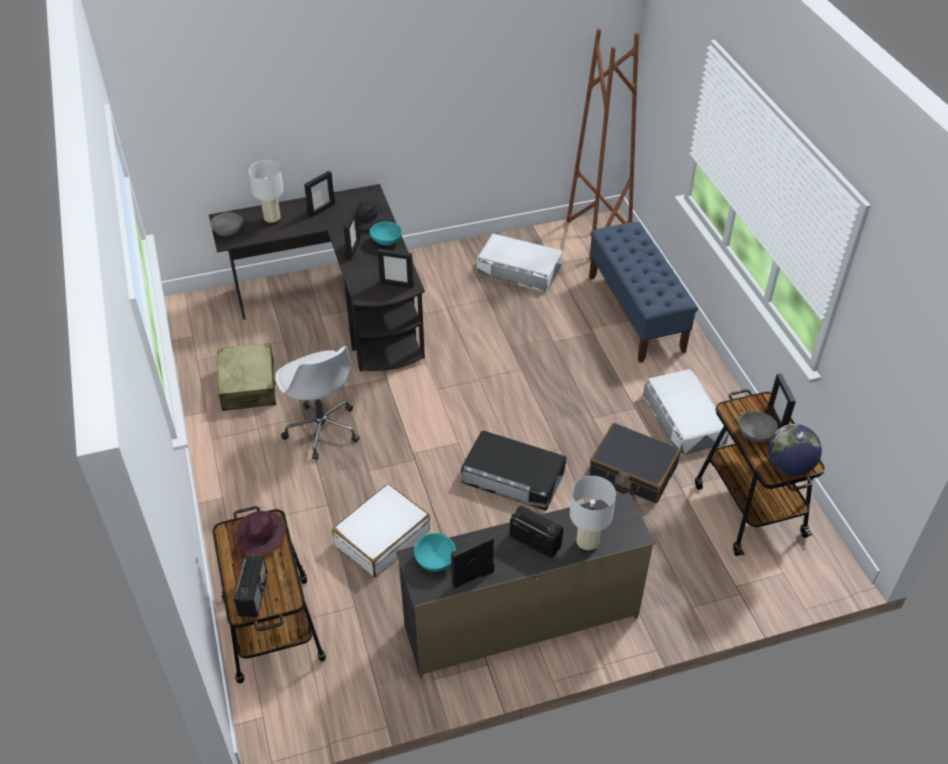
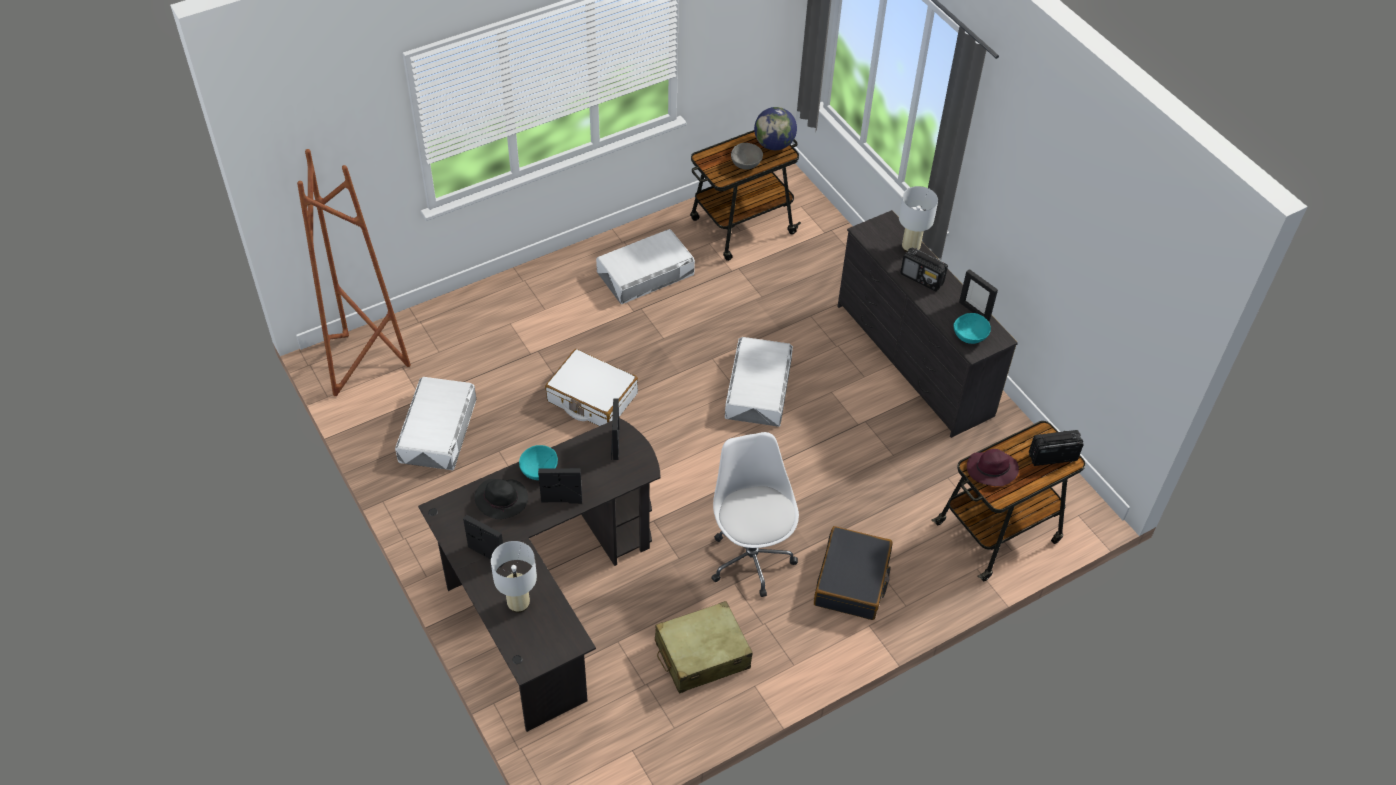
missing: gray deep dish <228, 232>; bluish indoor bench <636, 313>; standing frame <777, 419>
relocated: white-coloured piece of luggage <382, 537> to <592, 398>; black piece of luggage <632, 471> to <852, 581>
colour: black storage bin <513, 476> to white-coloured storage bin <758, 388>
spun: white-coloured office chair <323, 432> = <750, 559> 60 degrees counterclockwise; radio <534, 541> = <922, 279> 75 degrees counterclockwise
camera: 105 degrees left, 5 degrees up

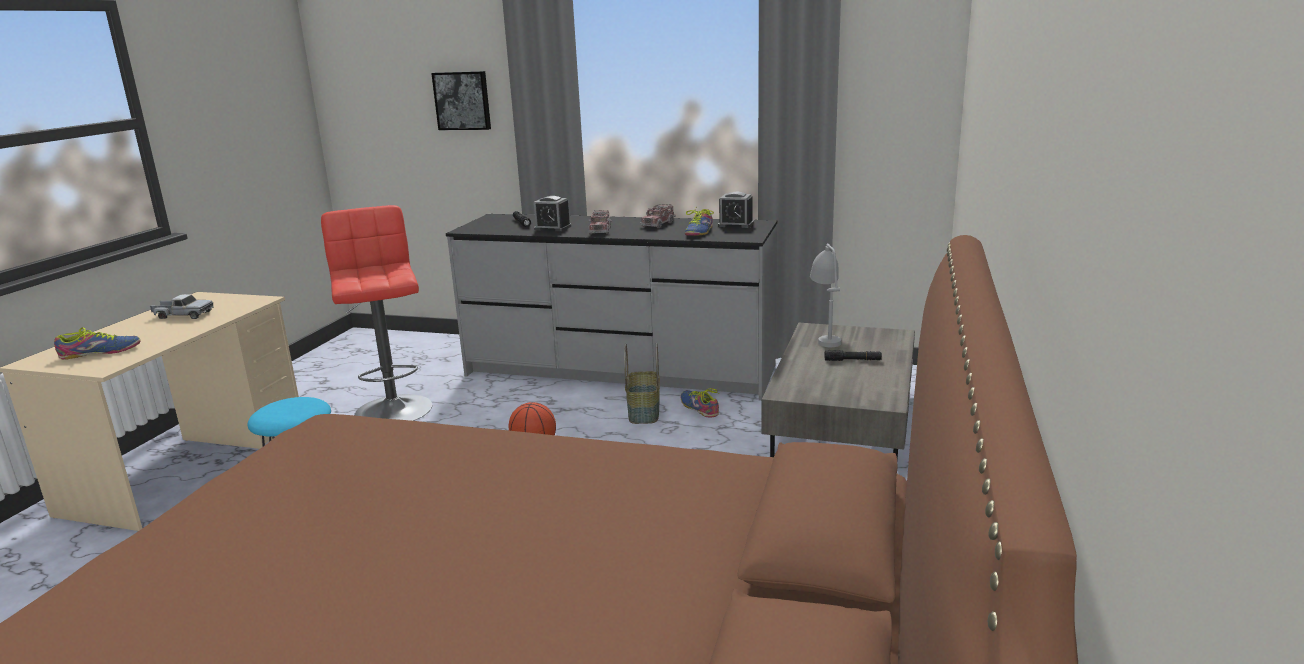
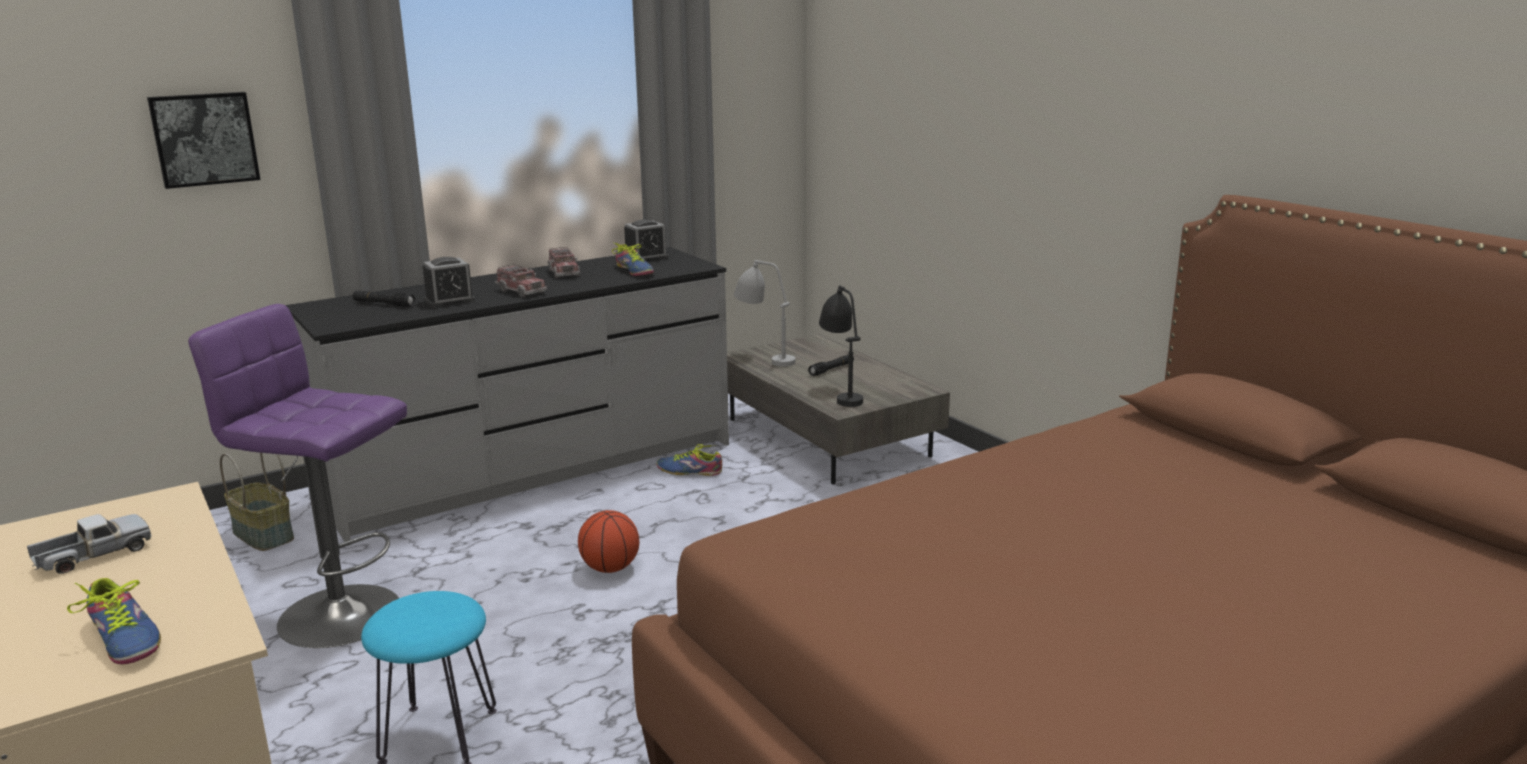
appeared: black tabletop lamp <840, 392>
relocated: basket <643, 412> to <262, 535>
colour: red sitting stool <394, 410> to purple-coloured sitting stool <339, 615>
spun: low shoe <100, 352> = <125, 638> 120 degrees clockwise
camera: 50 degrees left, 0 degrees up

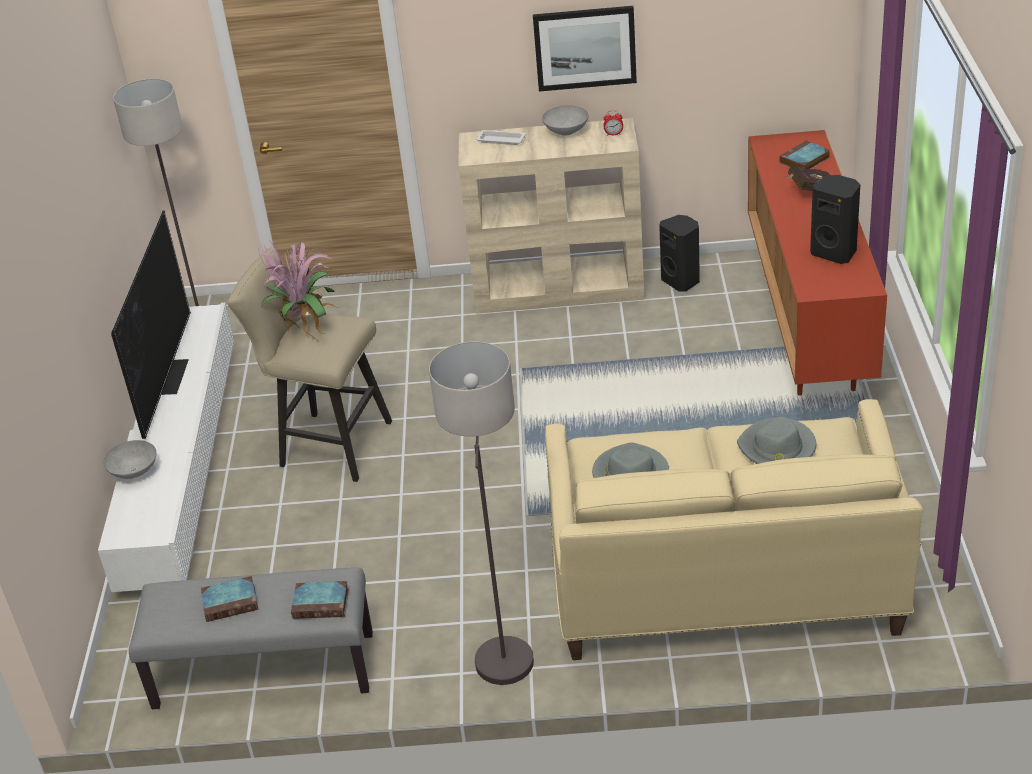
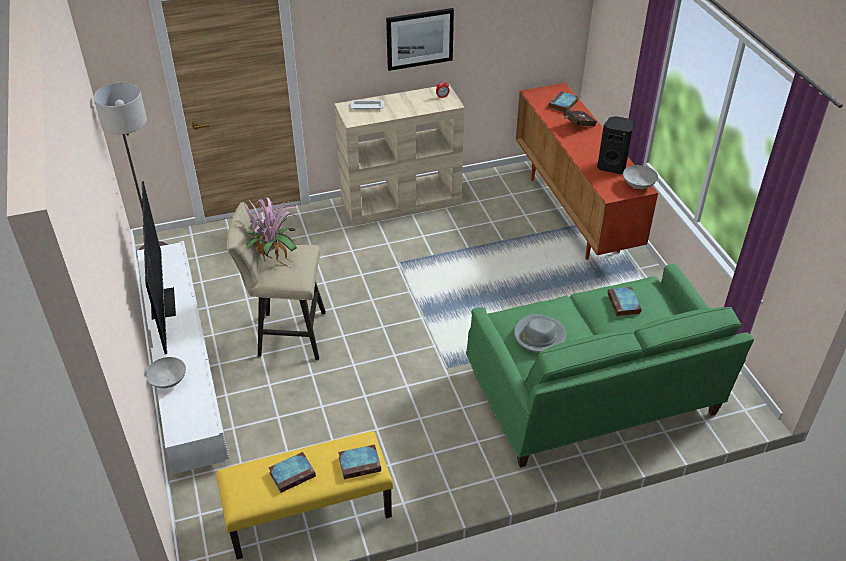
missing: gray standing lamp <504, 649>; black audio speaker <681, 281>
relocated: gray deep dish <566, 132> to <638, 186>
exchanged: gray hat <777, 448> to book <624, 304>
colour: gray indoor bench <263, 672> to yellowish indoor bench <308, 515>; beige-coloured settee <724, 580> to green settee <593, 394>
camera: 20 degrees left, 5 degrees up

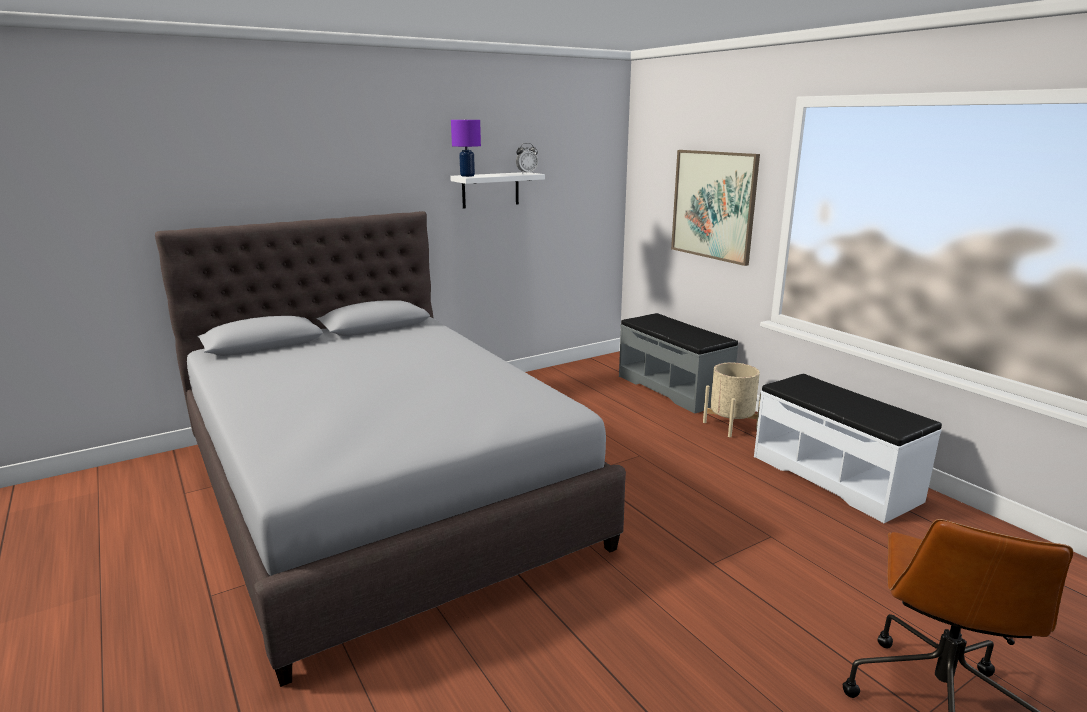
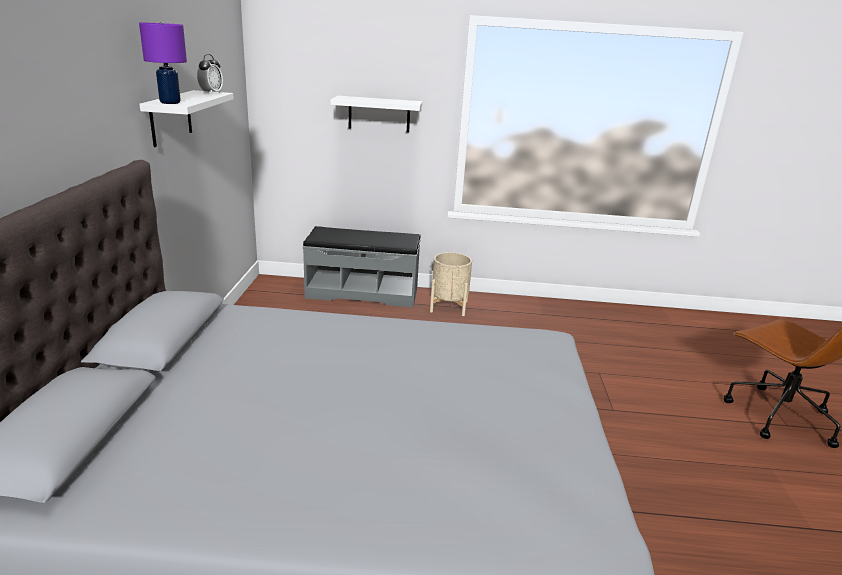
missing: white-coloured indoor bench <834, 477>
exchanged: wall art <713, 205> to white-coloured shelf <379, 114>
camera: 55 degrees left, 5 degrees up

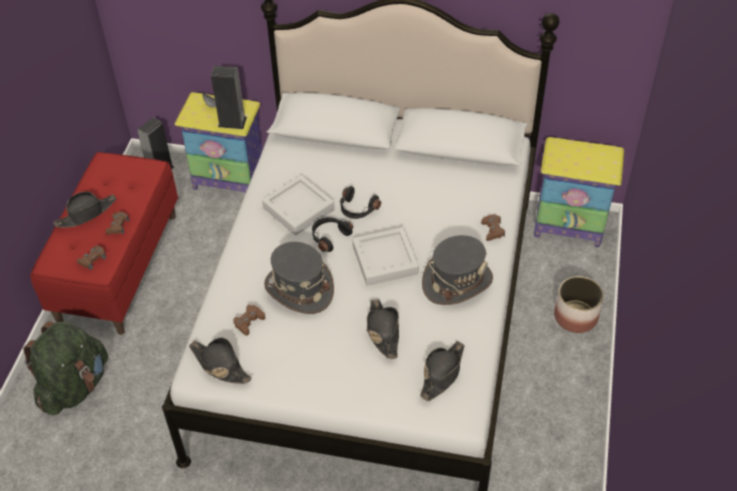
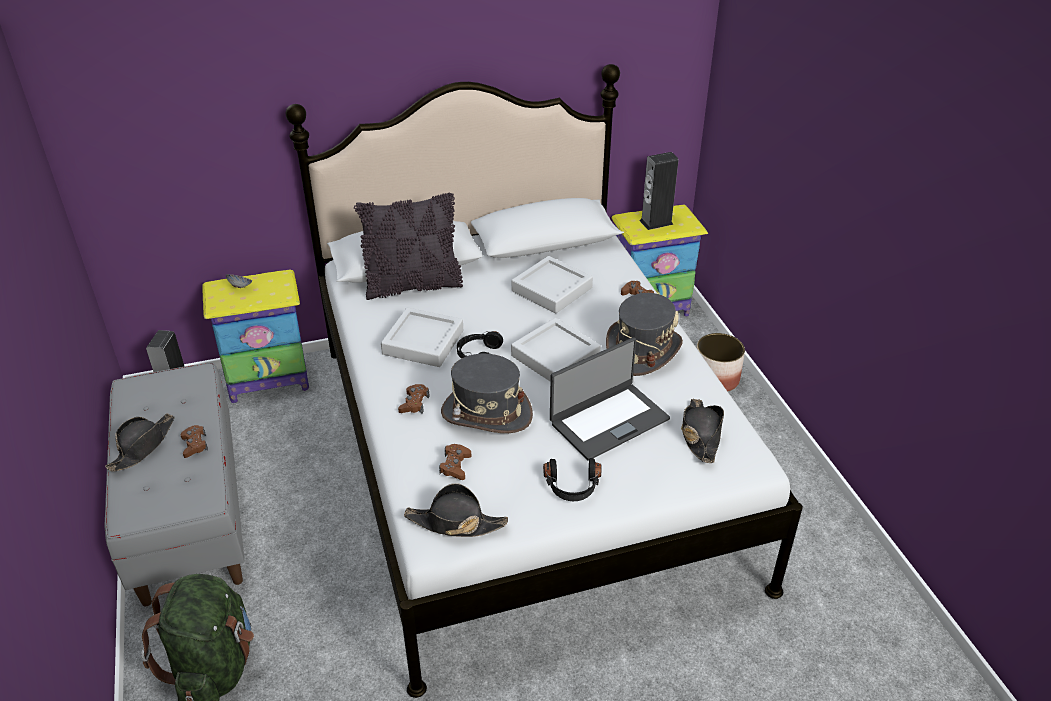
appeared: black pillow <413, 285>; gray serving tray <552, 289>
relocated: brown gamepad <92, 259> to <414, 403>; audio speaker <232, 122> to <656, 222>; black pair of headphones <357, 209> to <572, 487>
exchanged: black hat <383, 332> to notebook computer <608, 420>
colour: red indoor bench <118, 267> to gray indoor bench <188, 513>
camera: 30 degrees left, 10 degrees down

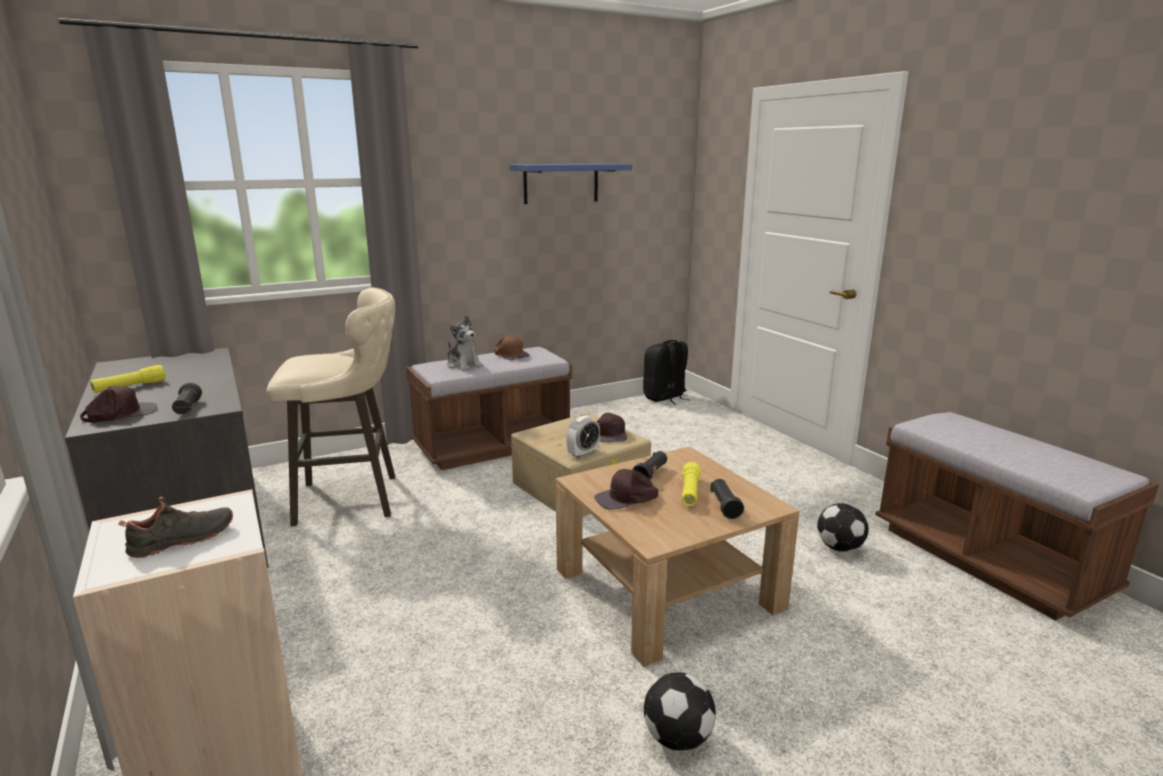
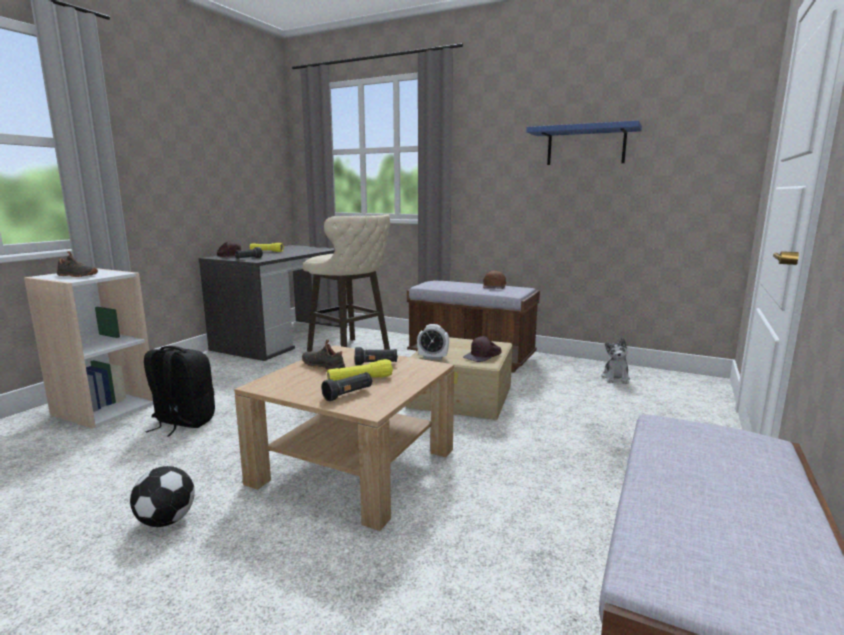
missing: ball for football <840, 548>
relocated: cuddly toy <463, 365> to <615, 378>; black rucksack <665, 397> to <182, 422>
exchanged: brown cap <627, 498> to black low shoe <324, 366>
camera: 55 degrees right, 5 degrees down

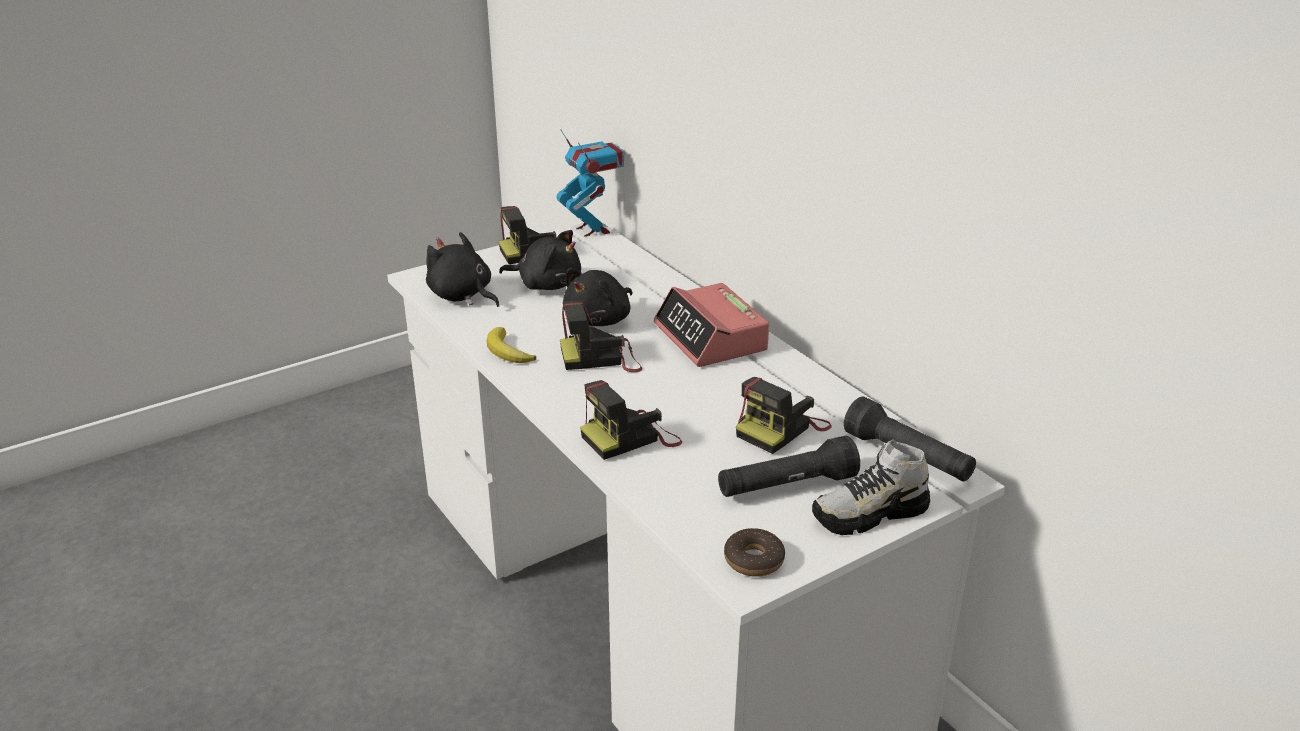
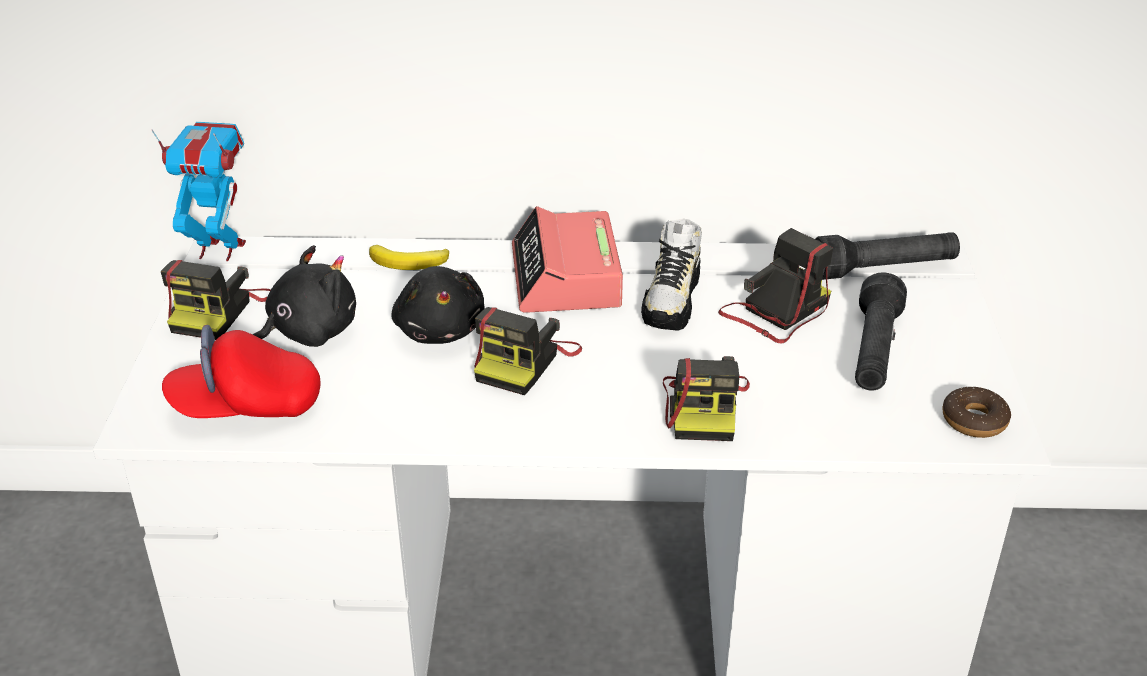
relocated: banana <507, 351> to <410, 263>; low shoe <870, 514> to <672, 301>
exchanged: black cuddly toy <462, 296> to red cap <246, 406>
spun: table clock <710, 338> = <566, 278> 75 degrees clockwise; still camera <781, 429> = <776, 312> 120 degrees counterclockwise
camera: 55 degrees left, 5 degrees up

